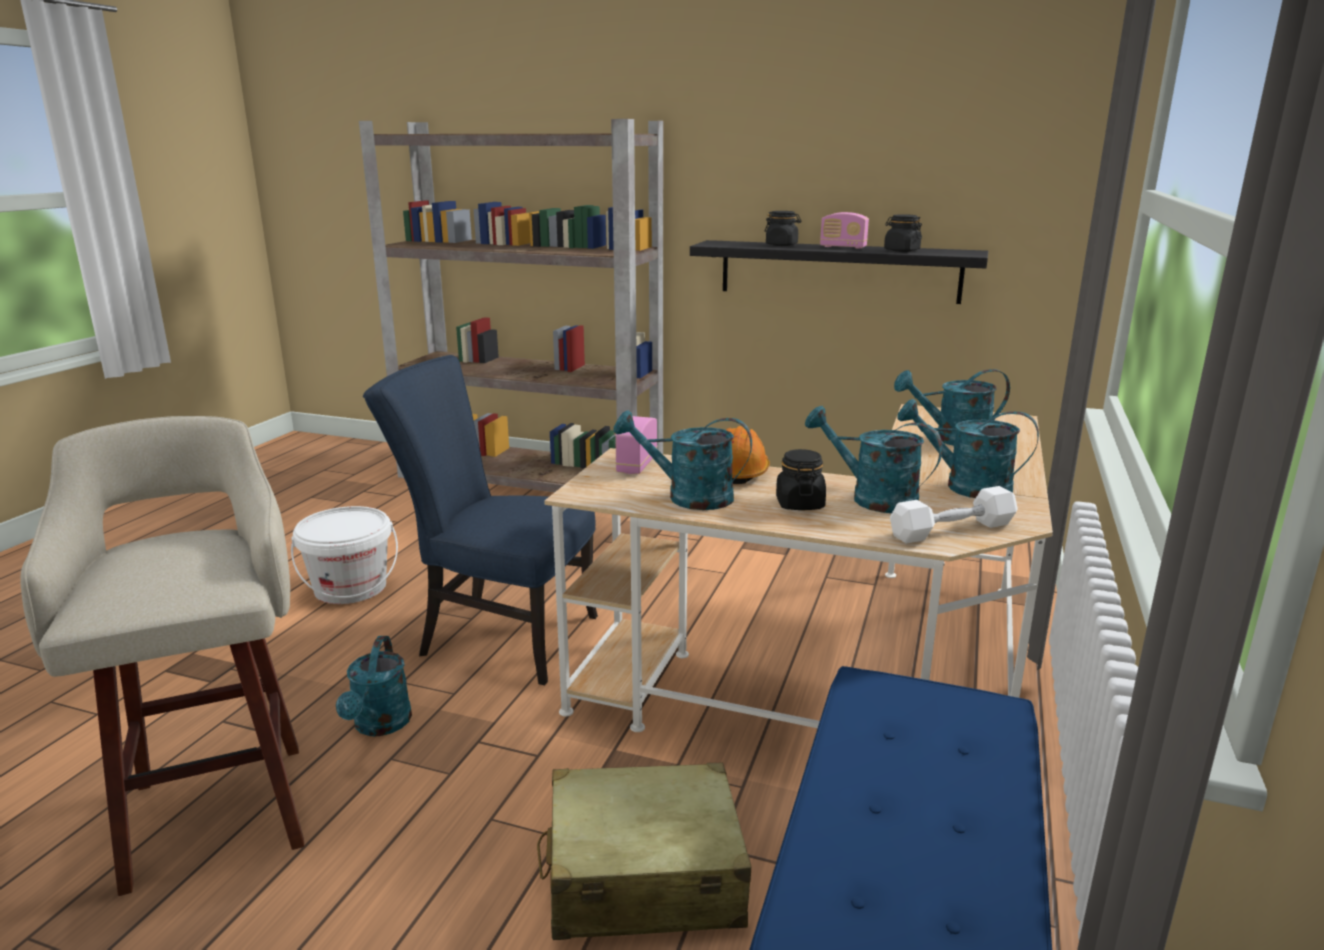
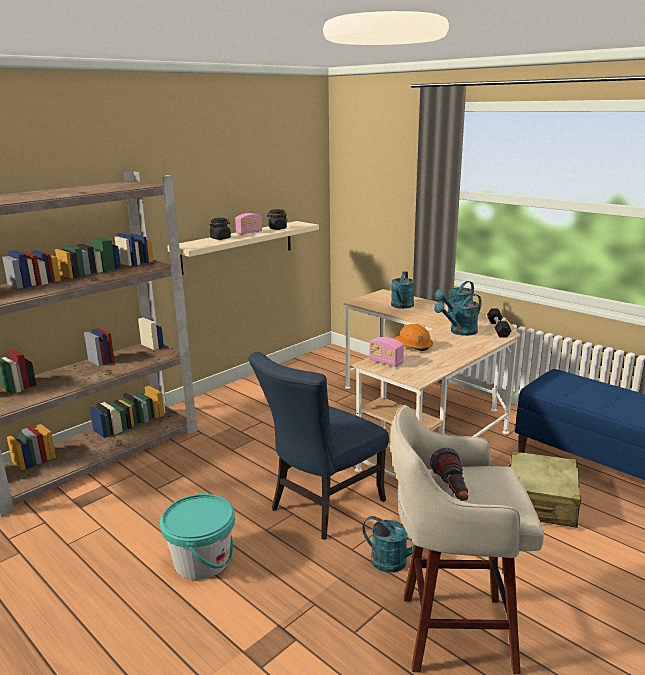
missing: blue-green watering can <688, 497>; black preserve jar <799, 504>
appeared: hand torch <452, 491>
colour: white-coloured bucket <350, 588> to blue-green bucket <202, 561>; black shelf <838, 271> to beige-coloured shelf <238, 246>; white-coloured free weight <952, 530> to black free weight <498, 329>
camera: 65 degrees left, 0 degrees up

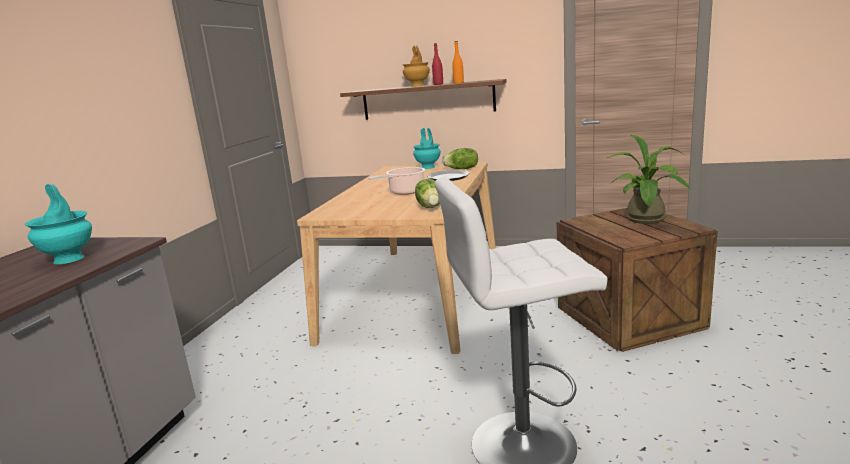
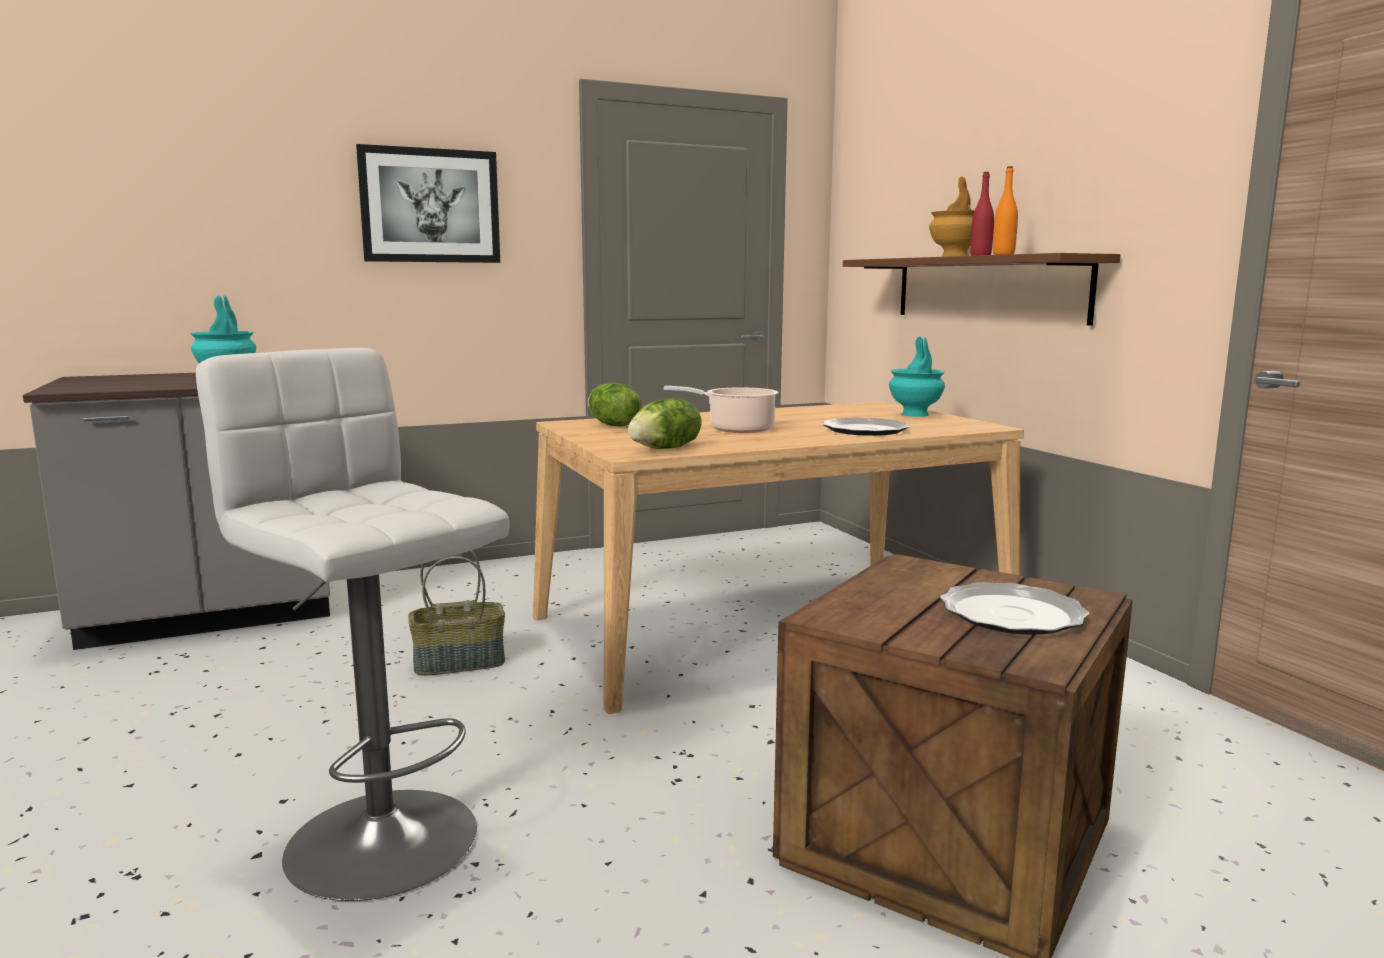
appeared: wall art <430, 206>; basket <460, 662>
relocated: head of lettuce <462, 169> to <612, 425>
exchanged: houseplant <646, 221> to flat dish <1011, 614>
camera: 50 degrees right, 5 degrees down

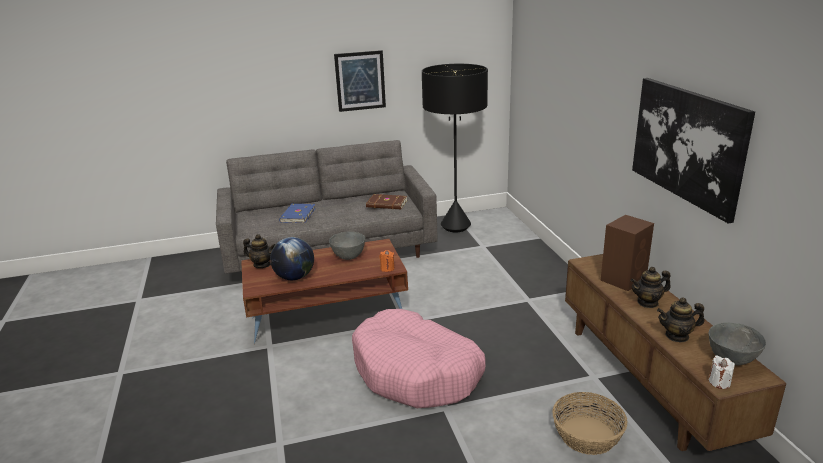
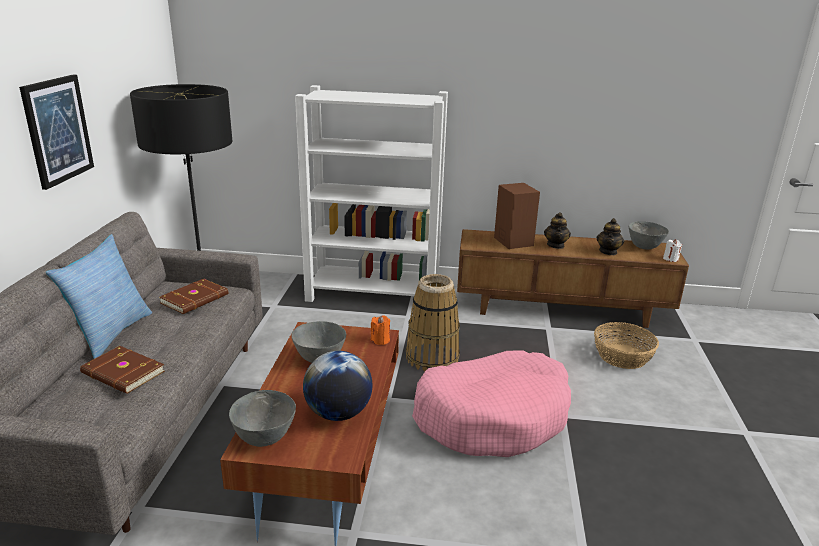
missing: wall art <687, 144>
appeared: pillow <110, 334>; white-coloured bookcase <373, 293>; basket <432, 357>
exchanged: tea pot <262, 265> to gray deep dish <264, 438>
colour: bluish book <297, 215> to brown book <122, 373>
camera: 70 degrees left, 0 degrees up

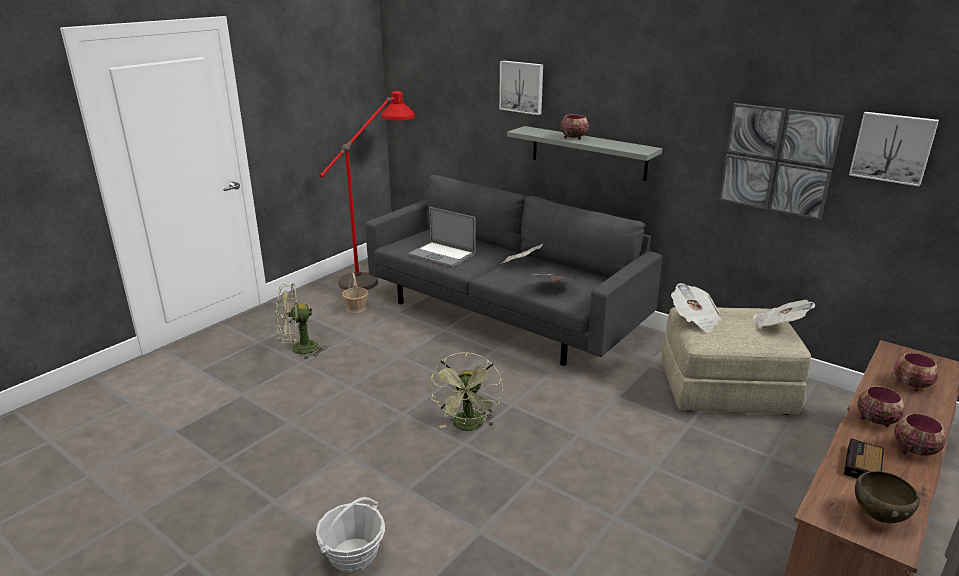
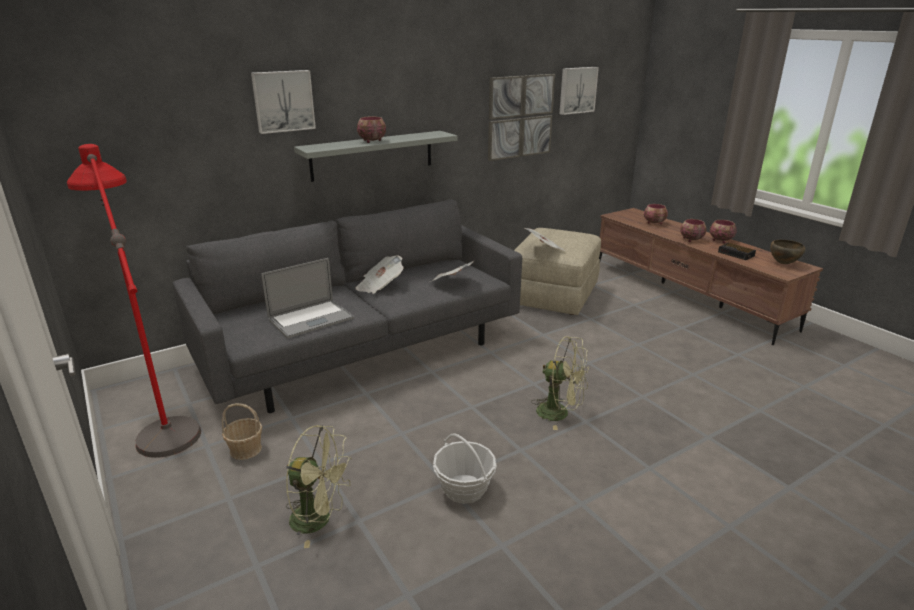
missing: newspaper <778, 326>
relocated: basket <353, 555> to <464, 489>
spun: green fan <298, 350> = <319, 519> 75 degrees counterclockwise
camera: 70 degrees left, 0 degrees up

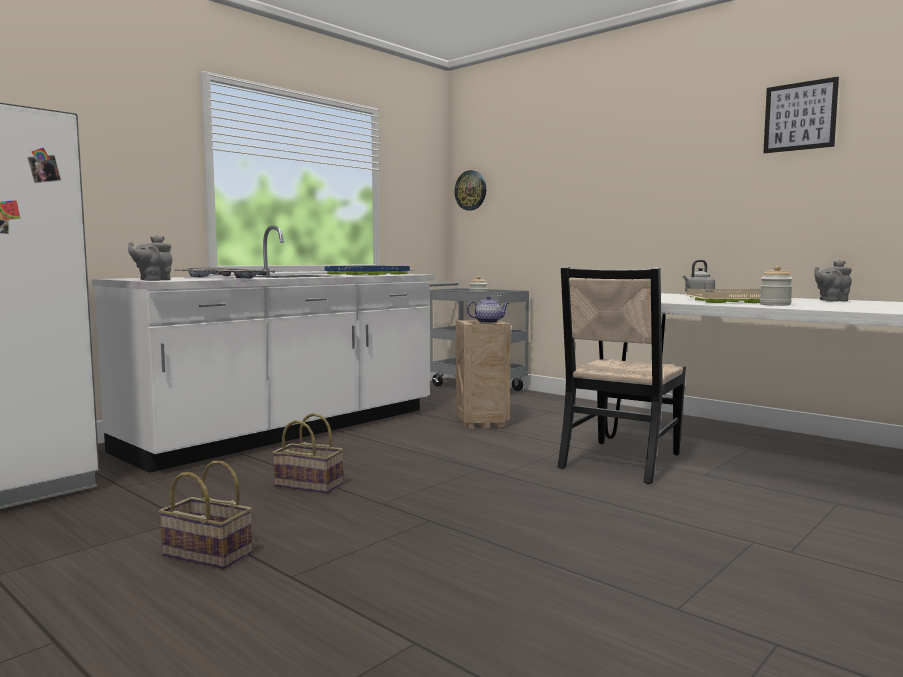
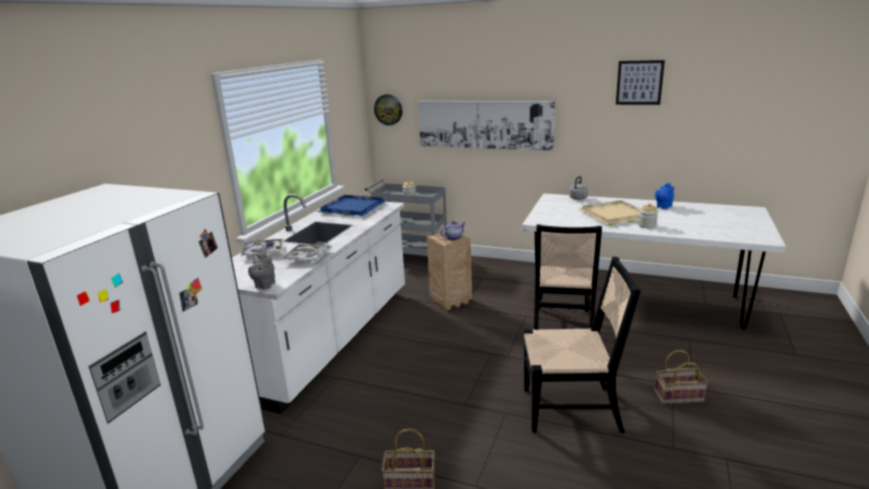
appeared: wall art <484, 124>; plain chair <571, 409>
relocated: basket <311, 485> to <679, 396>
colour: gray tea pot <831, 300> to bluish tea pot <663, 207>
camera: 20 degrees left, 15 degrees up

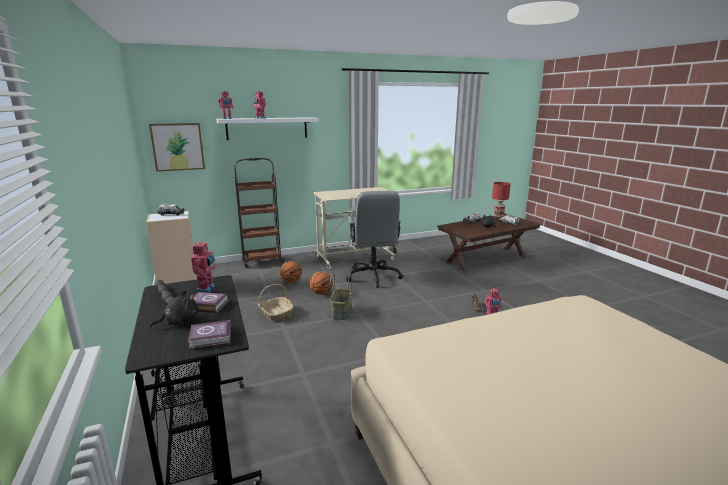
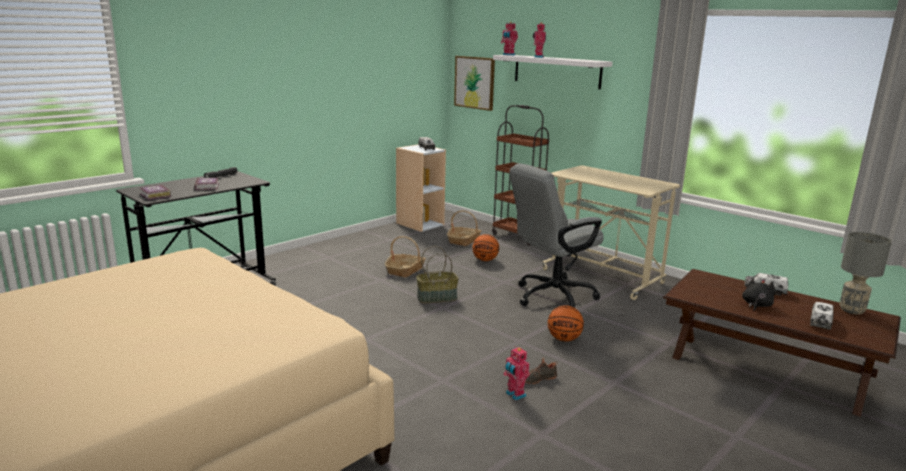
missing: black cuddly toy <179, 322>; model robot <207, 289>
appeared: basket <464, 240>
relocated: basketball ball <321, 293> to <564, 339>
colour: red tabletop lamp <498, 217> to gray tabletop lamp <852, 310>
camera: 65 degrees right, 0 degrees up

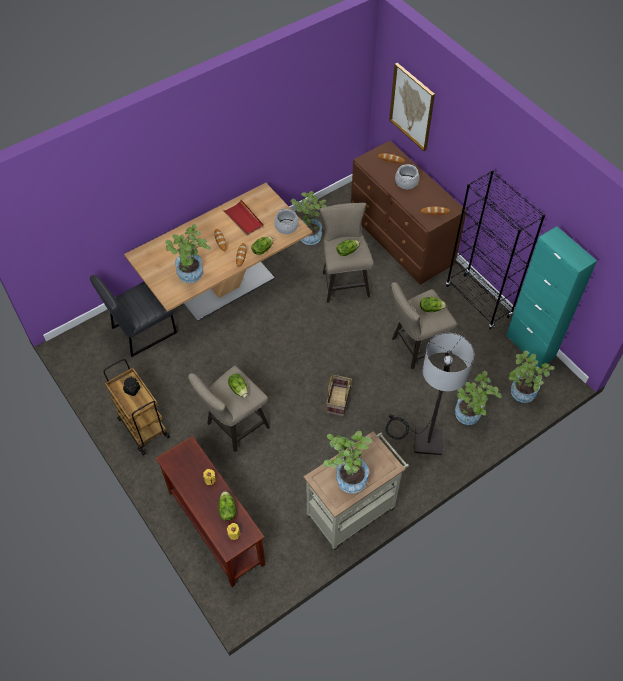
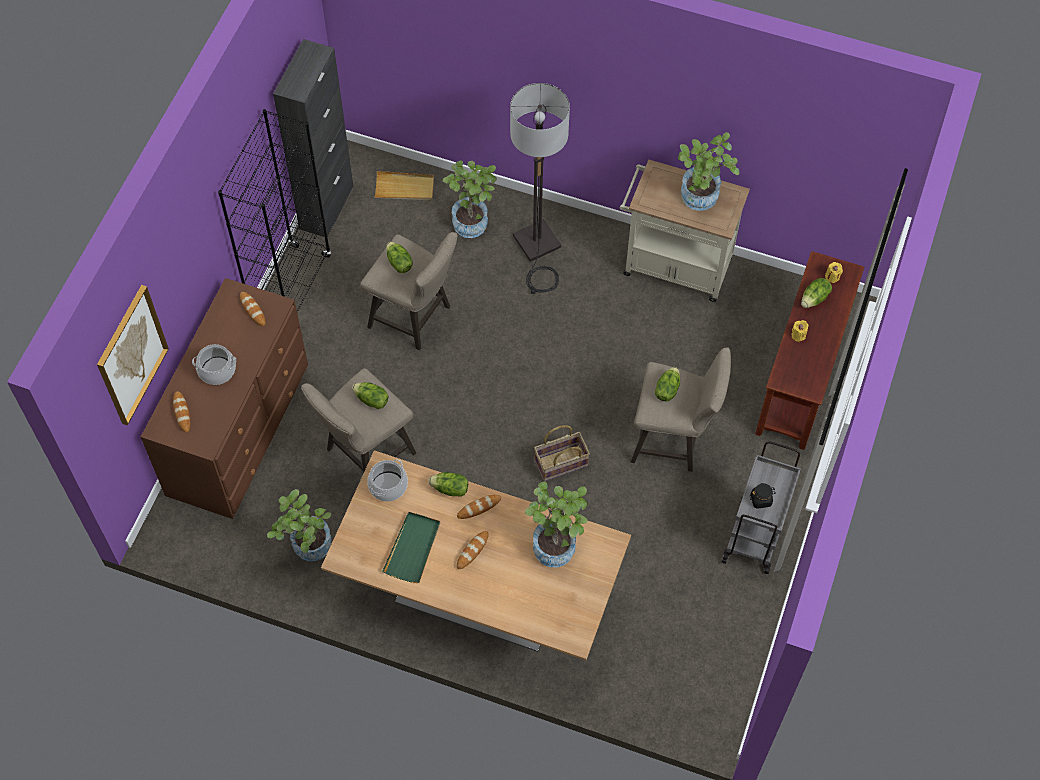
missing: gray plain chair <142, 331>
relocated: basket <338, 400> to <561, 464>
exchanged: houseplant <520, 394> to beige-coloured serving tray <404, 188>
colour: brown wheeled cart <143, 428> to gray wheeled cart <754, 537>; red serving tray <243, 219> to green serving tray <413, 548>; blue-green cabinet <530, 346> to black cabinet <326, 207>
camera: 125 degrees left, 5 degrees up

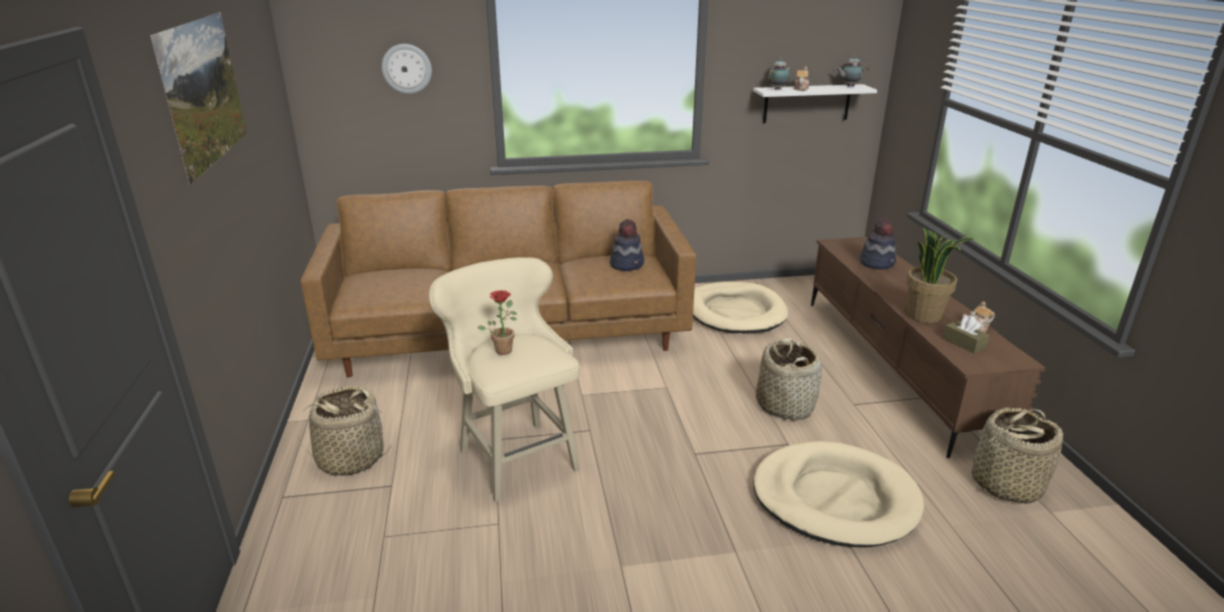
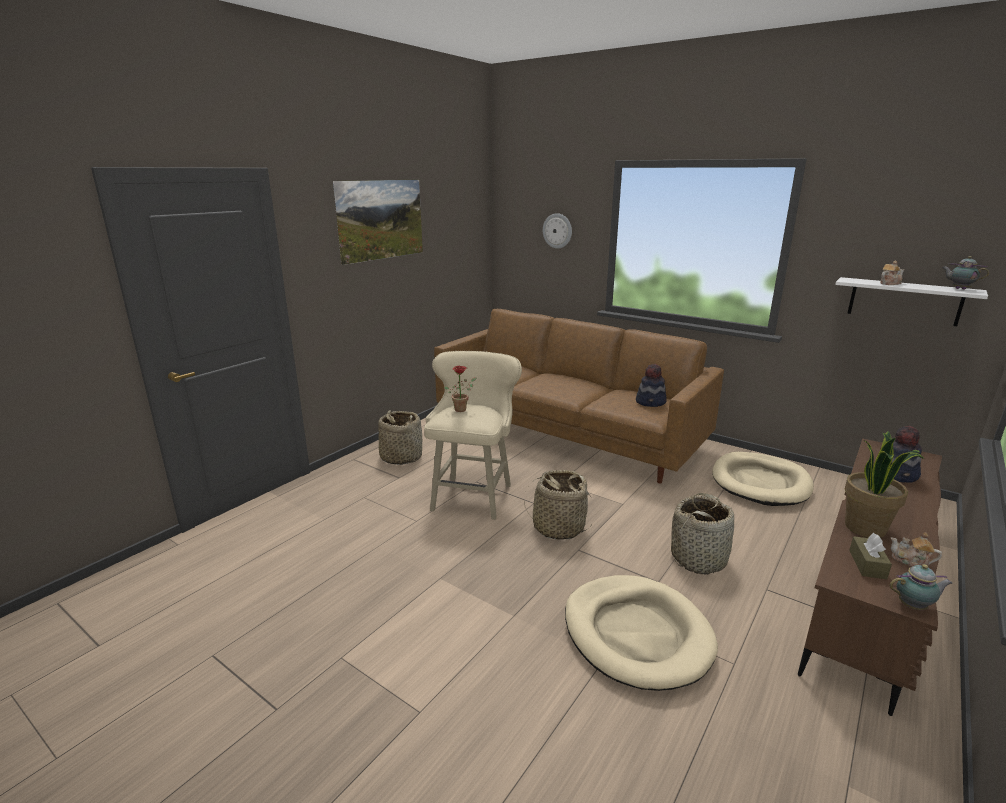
relocated: tea pot <778, 89> to <914, 606>; basket <1005, 484> to <558, 527>
camera: 45 degrees right, 5 degrees down

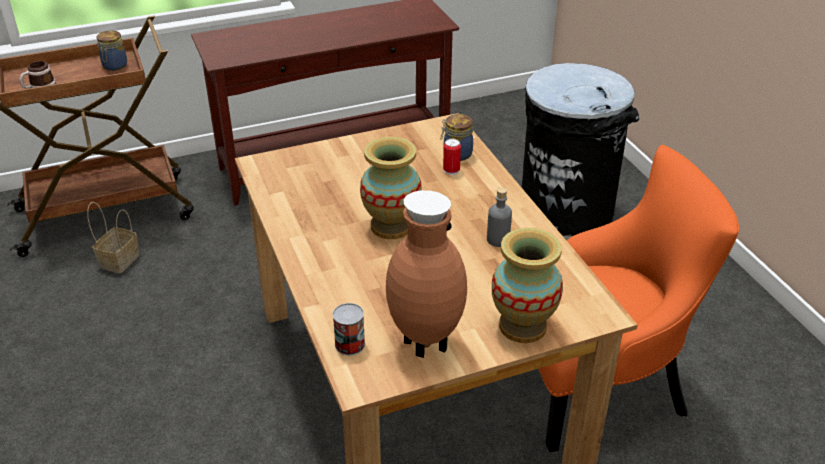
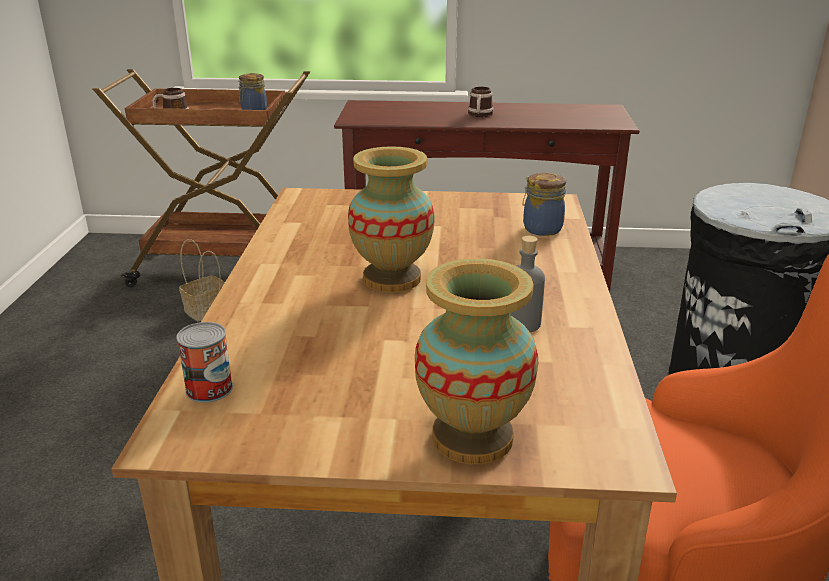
missing: brown flower vase <424, 346>; can <451, 170>
appeared: mug <479, 115>
camera: 25 degrees right, 10 degrees down

